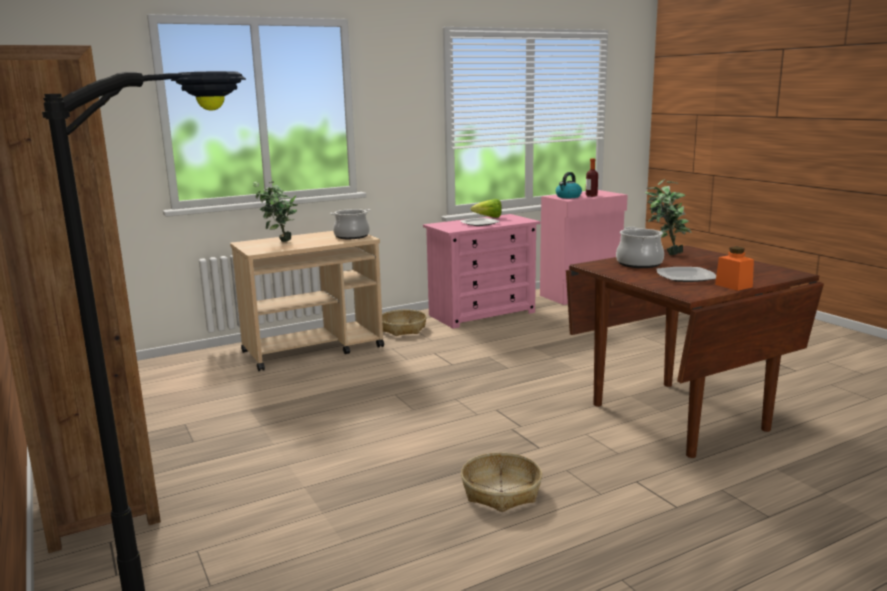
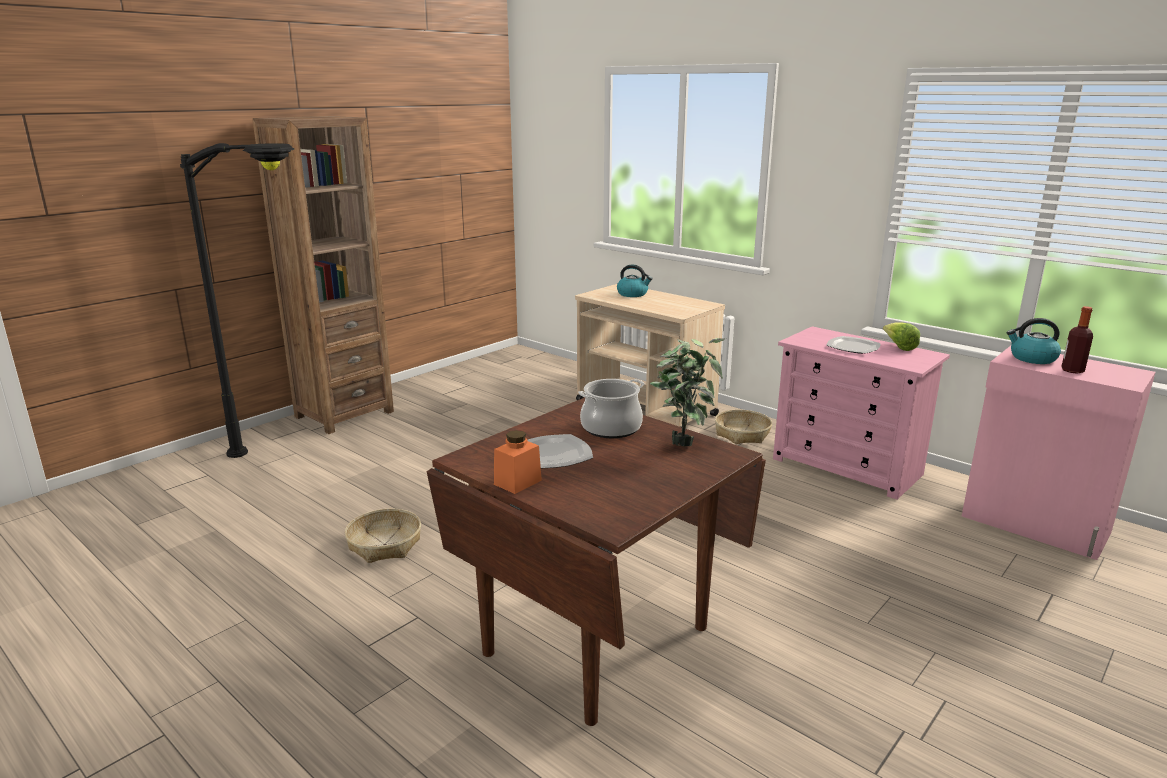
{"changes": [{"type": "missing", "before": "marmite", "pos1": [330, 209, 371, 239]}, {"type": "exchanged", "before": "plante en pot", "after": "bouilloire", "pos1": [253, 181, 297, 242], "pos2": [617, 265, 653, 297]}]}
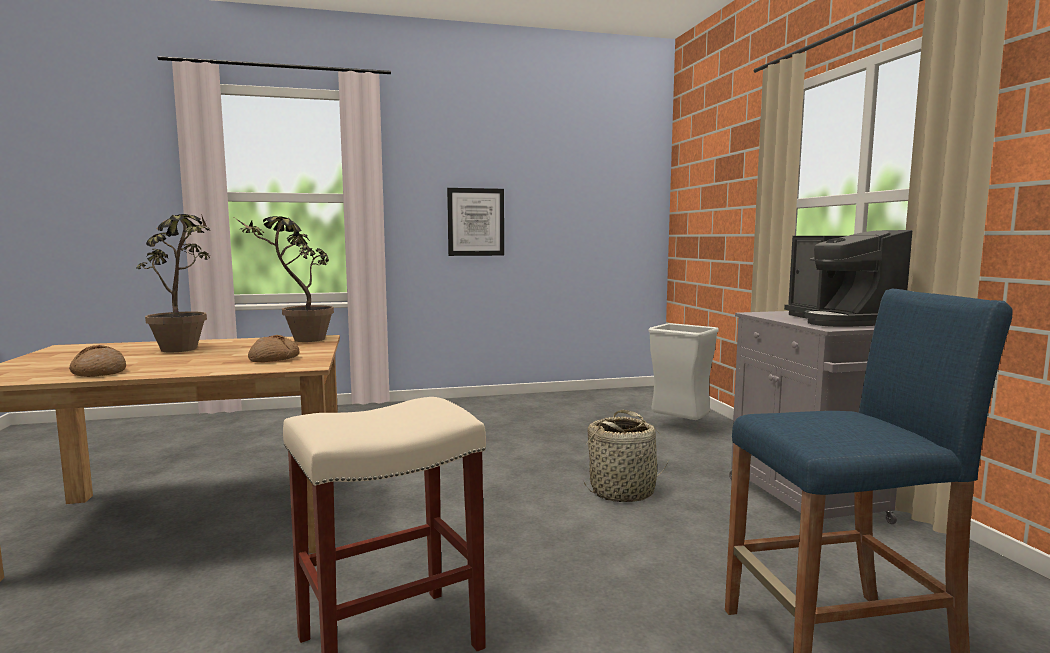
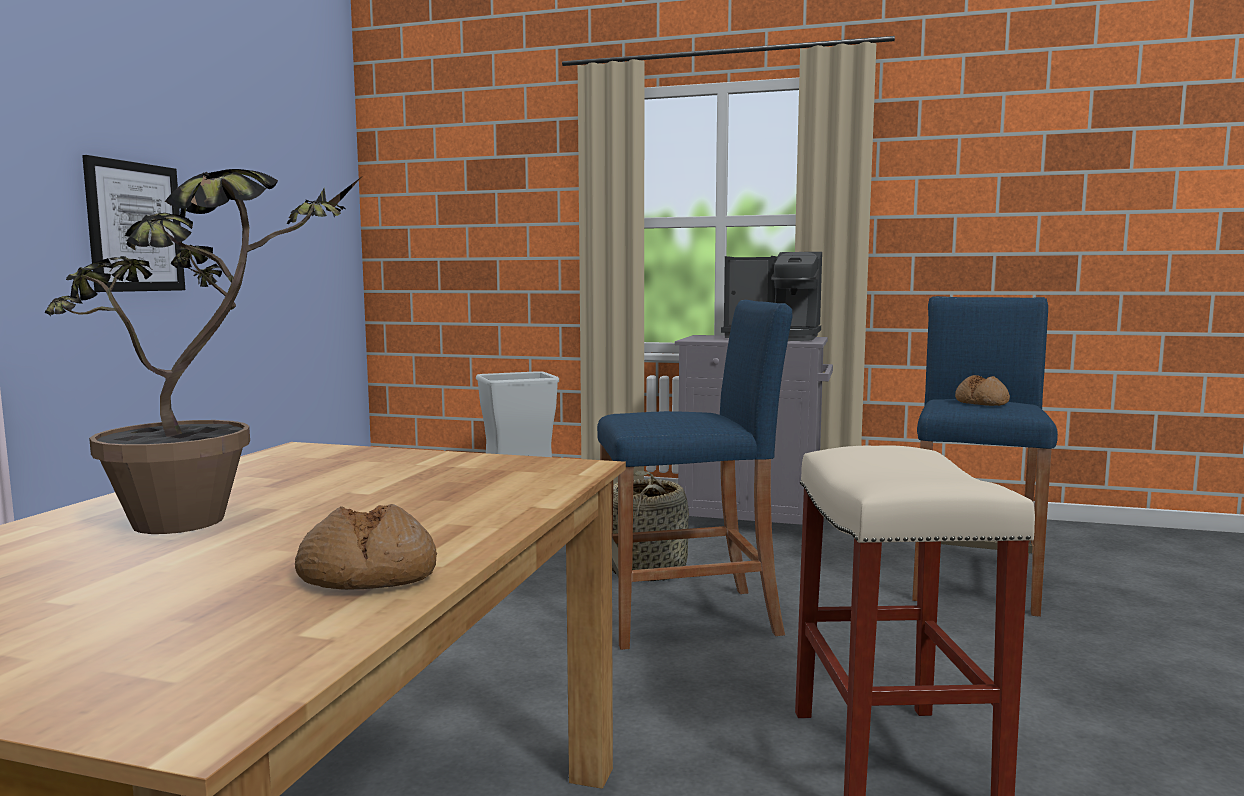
{"changes": [{"type": "missing", "before": "plante en pot", "pos1": [232, 216, 334, 342]}, {"type": "appeared", "after": "tabouret/bleu", "pos2": [597, 300, 793, 650]}, {"type": "relocated", "before": "pain", "pos1": [248, 335, 299, 362], "pos2": [955, 375, 1010, 406]}]}
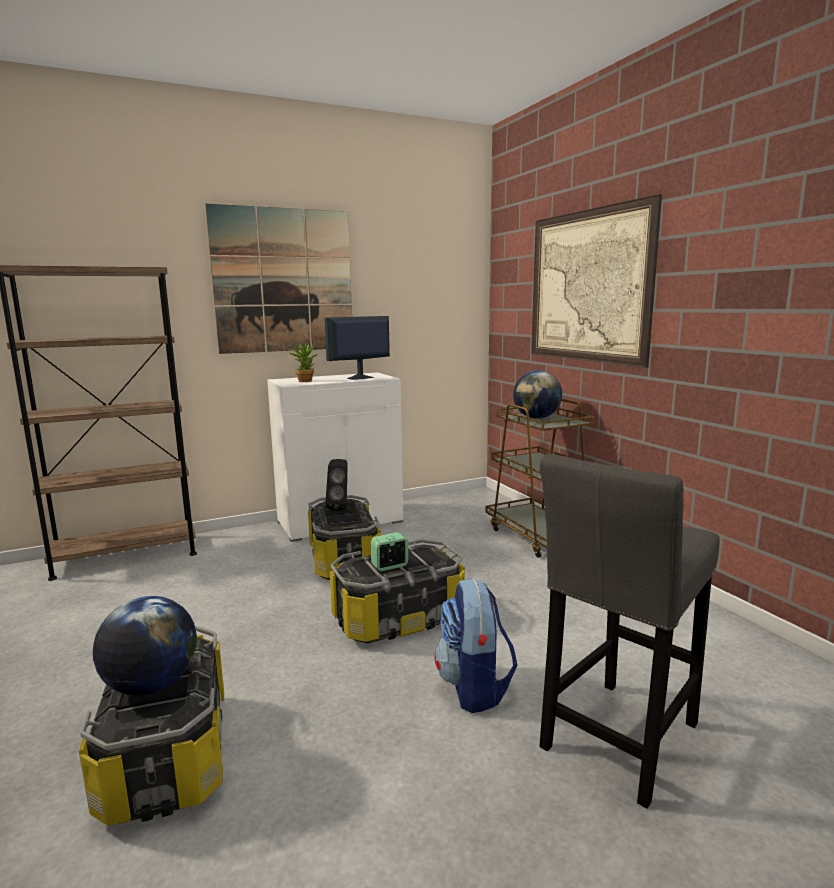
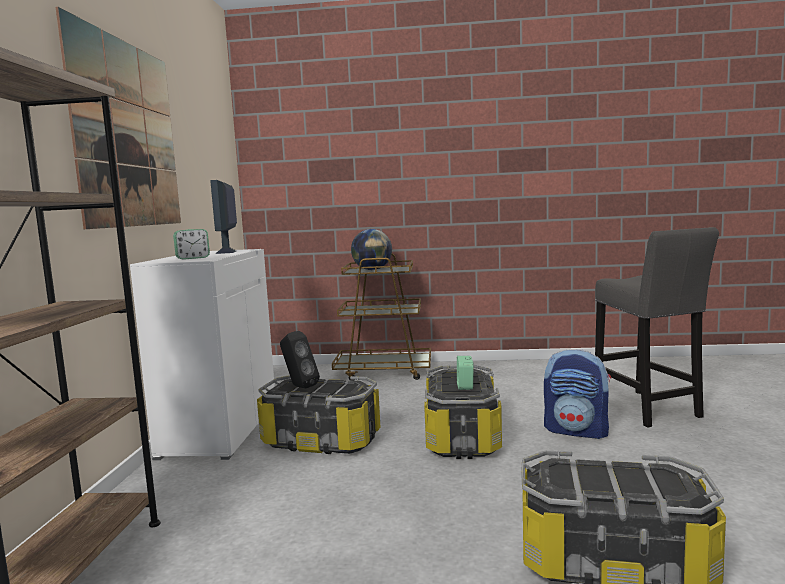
{"changes": [{"type": "missing", "before": "globe", "pos1": [93, 596, 197, 696]}, {"type": "missing", "before": "tableau", "pos1": [531, 194, 662, 368]}, {"type": "exchanged", "before": "plante en pot", "after": "réveil", "pos1": [290, 342, 317, 382], "pos2": [173, 229, 210, 260]}]}
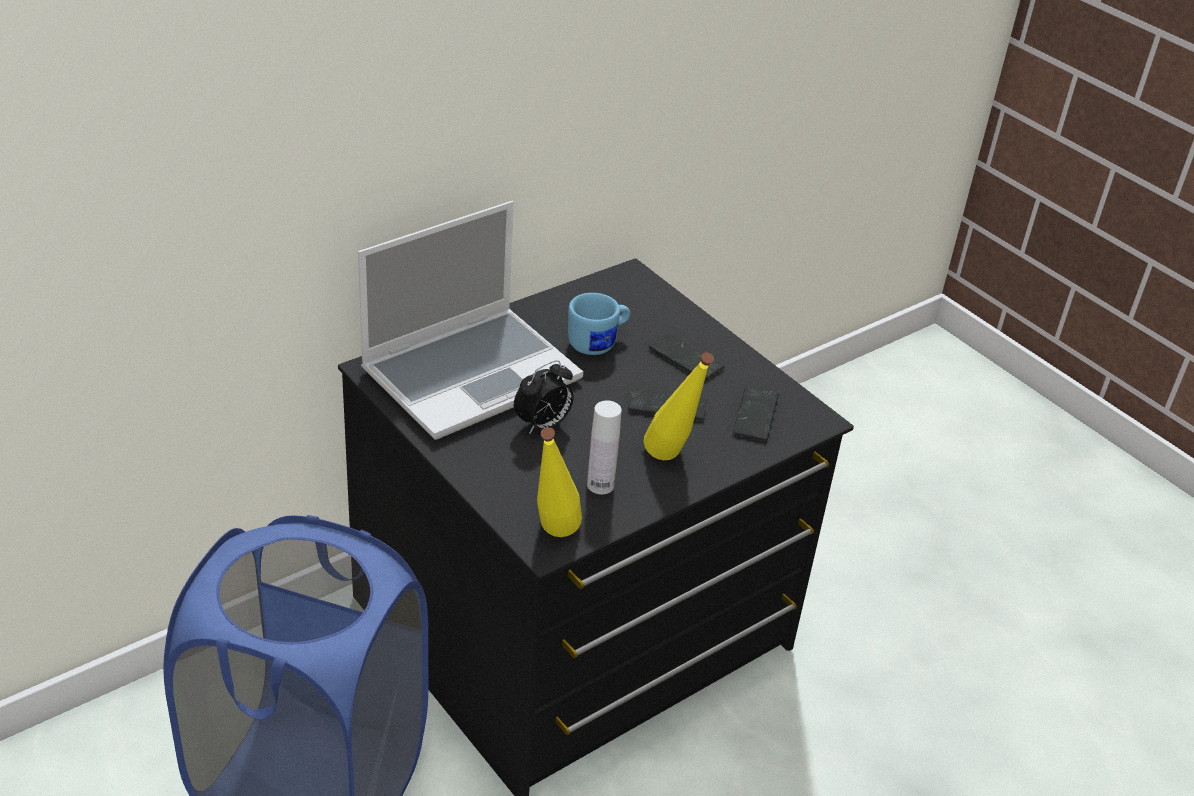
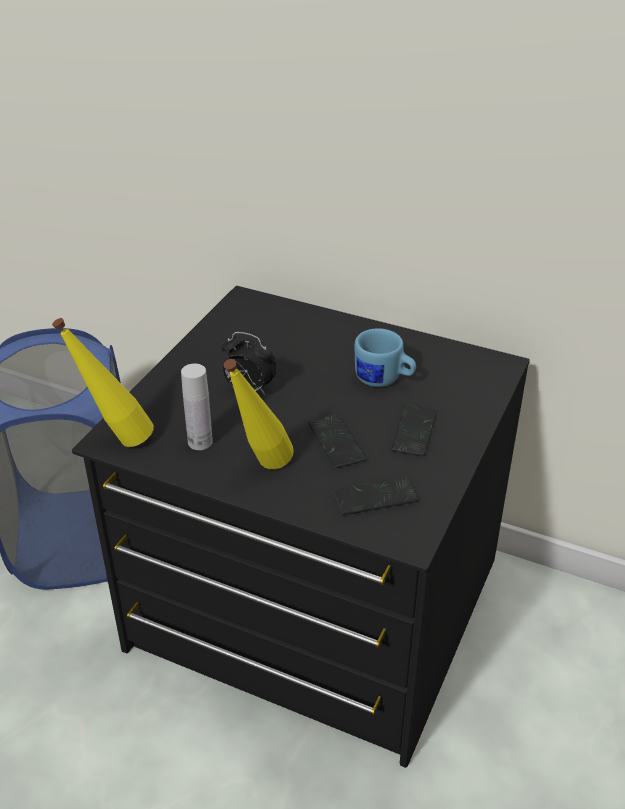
{"changes": [{"type": "missing", "before": "ordinateur portable", "pos1": [358, 201, 583, 440]}]}
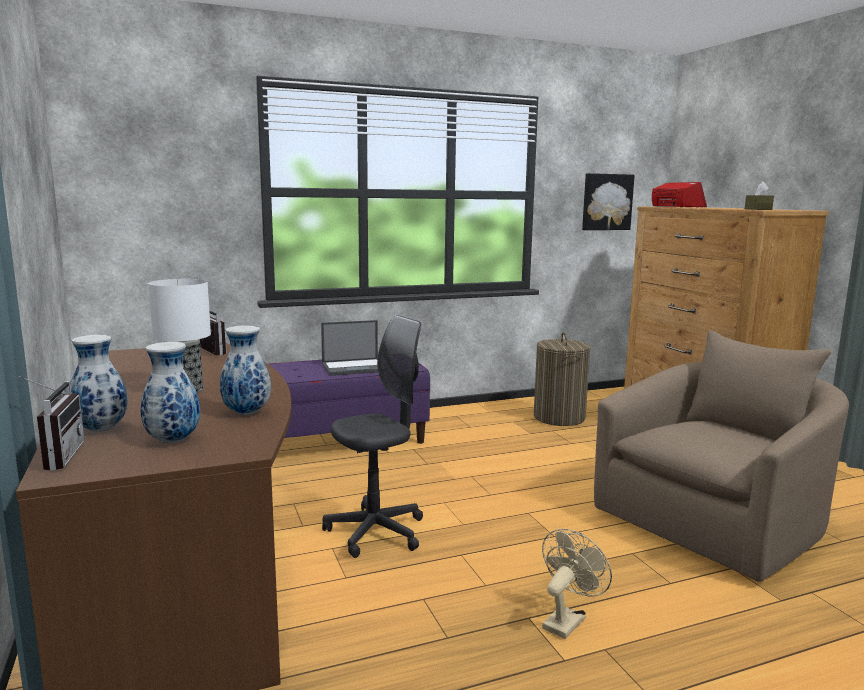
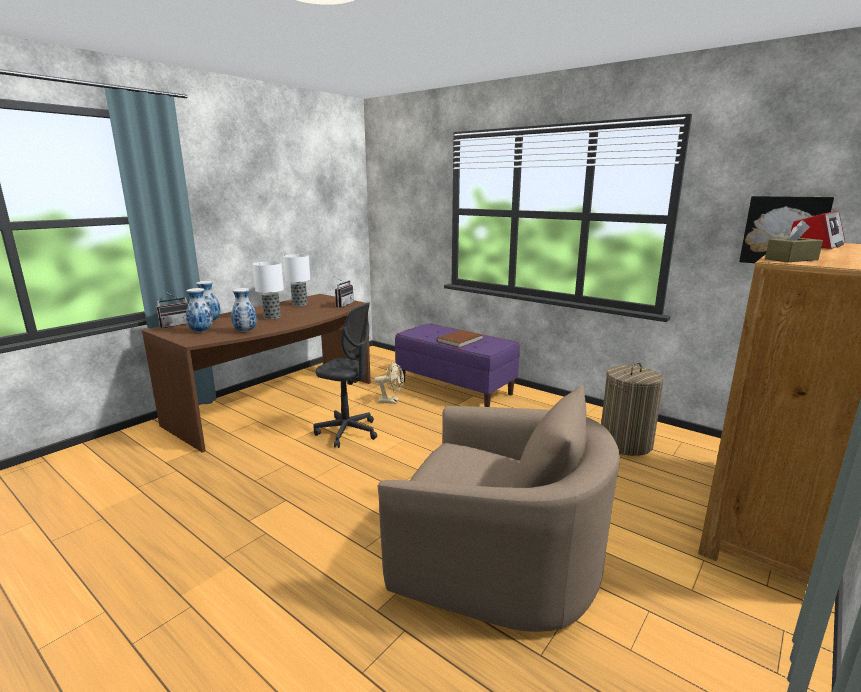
{"changes": [{"type": "appeared", "after": "lampe de table", "pos2": [283, 254, 310, 306]}, {"type": "relocated", "before": "ventilateur/beige", "pos1": [542, 529, 612, 639], "pos2": [374, 361, 404, 404]}, {"type": "exchanged", "before": "ordinateur portable", "after": "livre/marron", "pos1": [321, 320, 378, 376], "pos2": [437, 330, 483, 348]}]}
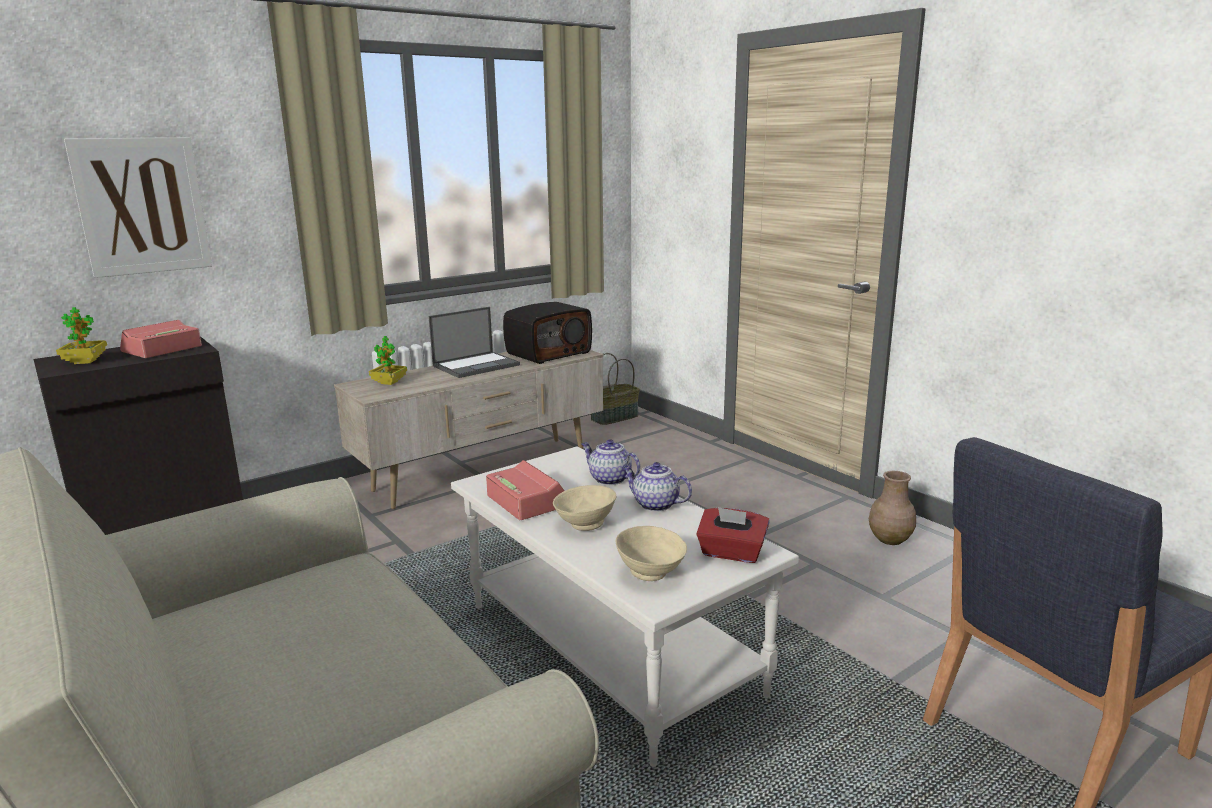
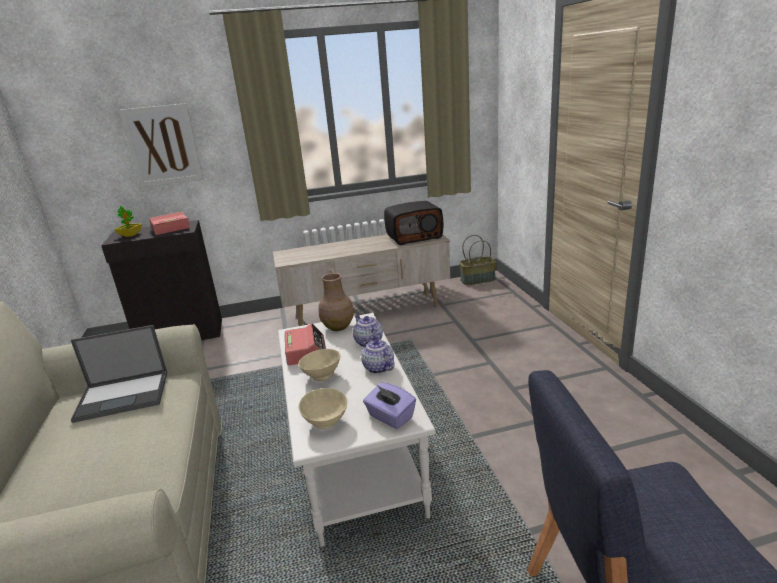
{"changes": [{"type": "missing", "before": "plante en pot", "pos1": [369, 336, 407, 385]}, {"type": "relocated", "before": "ordinateur portable", "pos1": [429, 307, 520, 378], "pos2": [71, 325, 167, 423]}, {"type": "relocated", "before": "vase/marron", "pos1": [869, 471, 916, 545], "pos2": [319, 273, 354, 331]}, {"type": "colour", "before": "boîte à mouchoirs/rouge", "after": "boîte à mouchoirs/violet", "pos1": [696, 507, 770, 563], "pos2": [363, 382, 416, 429]}]}
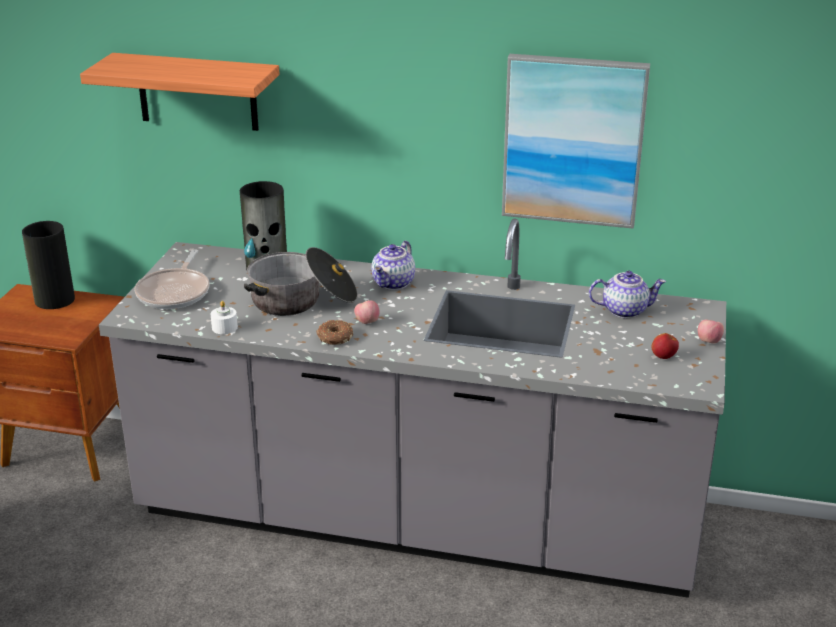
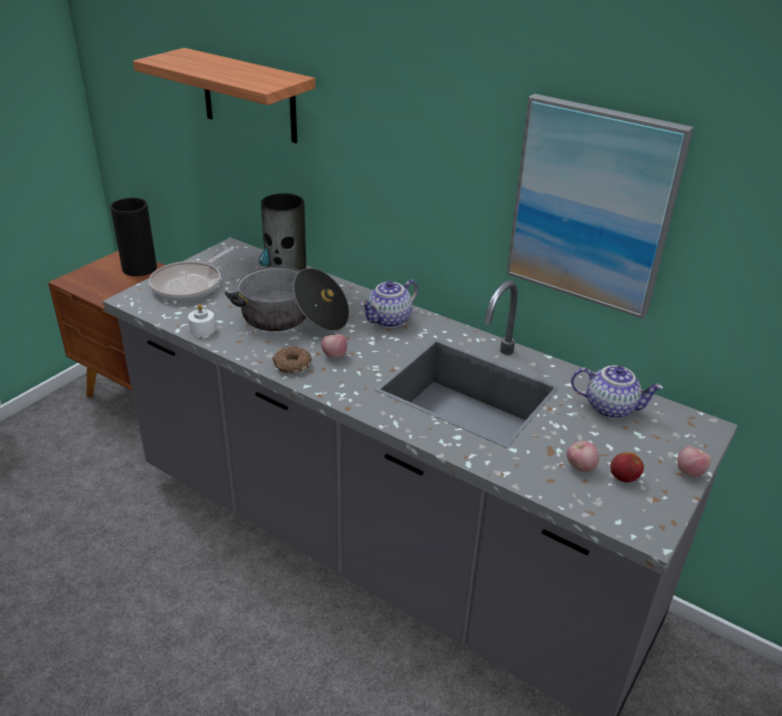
{"changes": [{"type": "appeared", "after": "pomme", "pos2": [567, 441, 599, 472]}]}
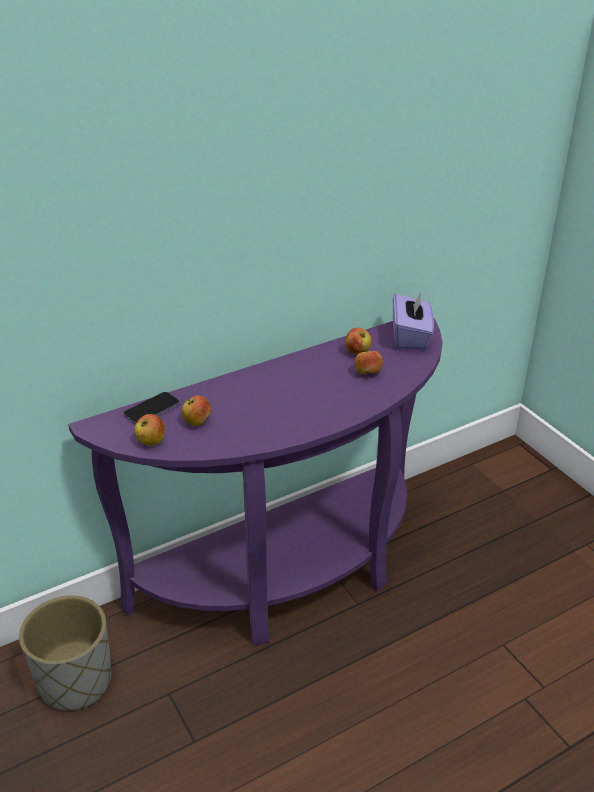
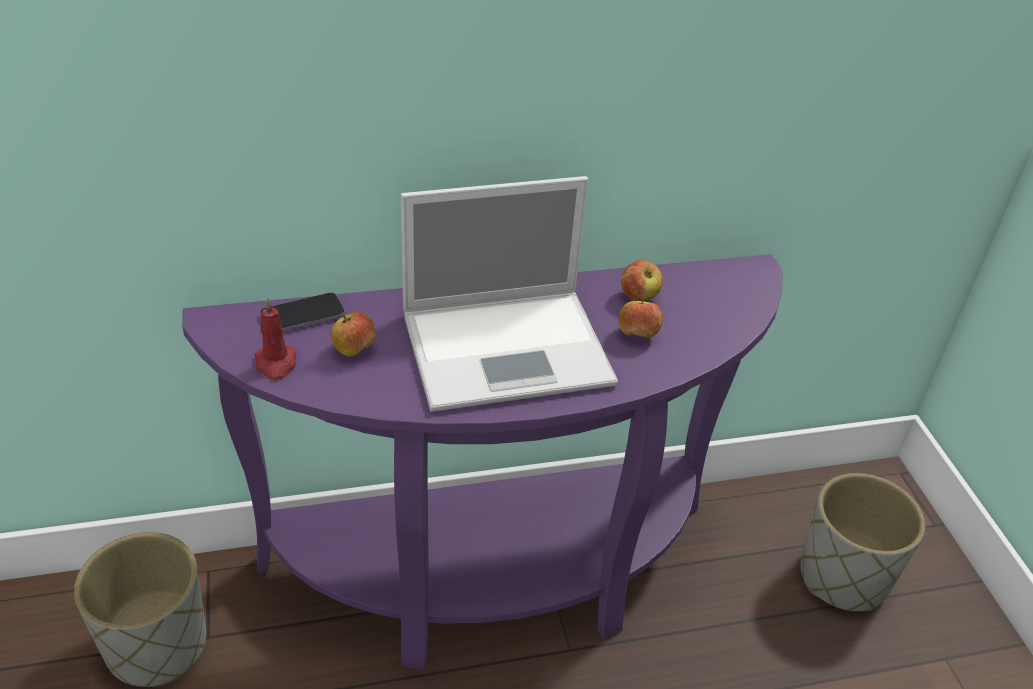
{"changes": [{"type": "missing", "before": "boîte à mouchoirs/violet", "pos1": [393, 292, 434, 350]}, {"type": "appeared", "after": "ordinateur portable", "pos2": [401, 176, 618, 412]}, {"type": "appeared", "after": "cache-pot/gris", "pos2": [800, 473, 925, 611]}, {"type": "exchanged", "before": "pomme", "after": "bougie/rouge", "pos1": [134, 414, 165, 446], "pos2": [254, 298, 297, 381]}]}
